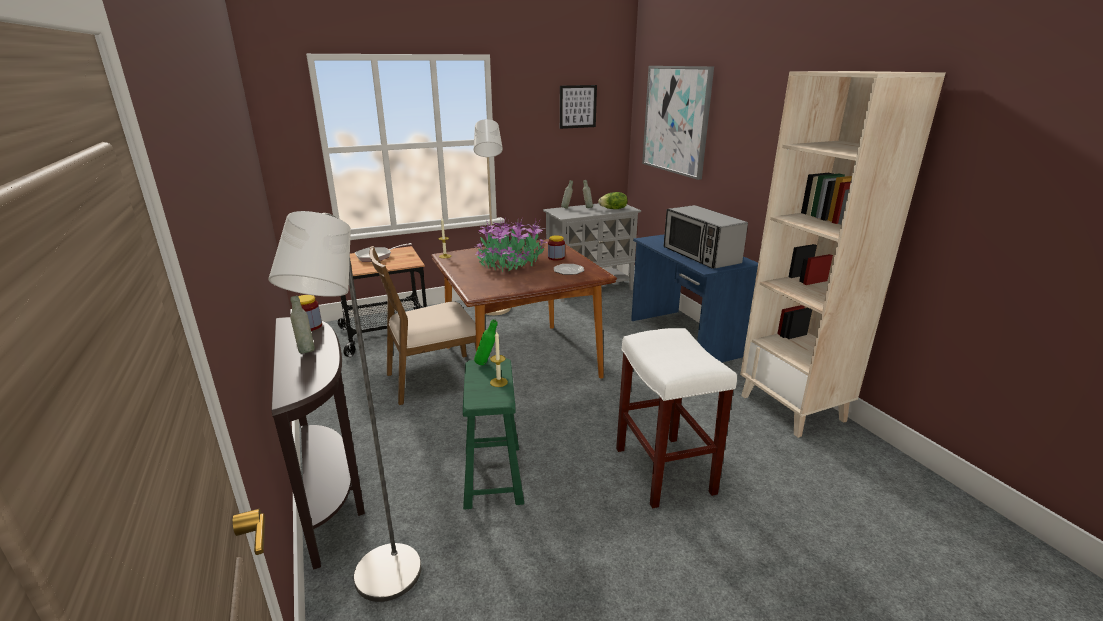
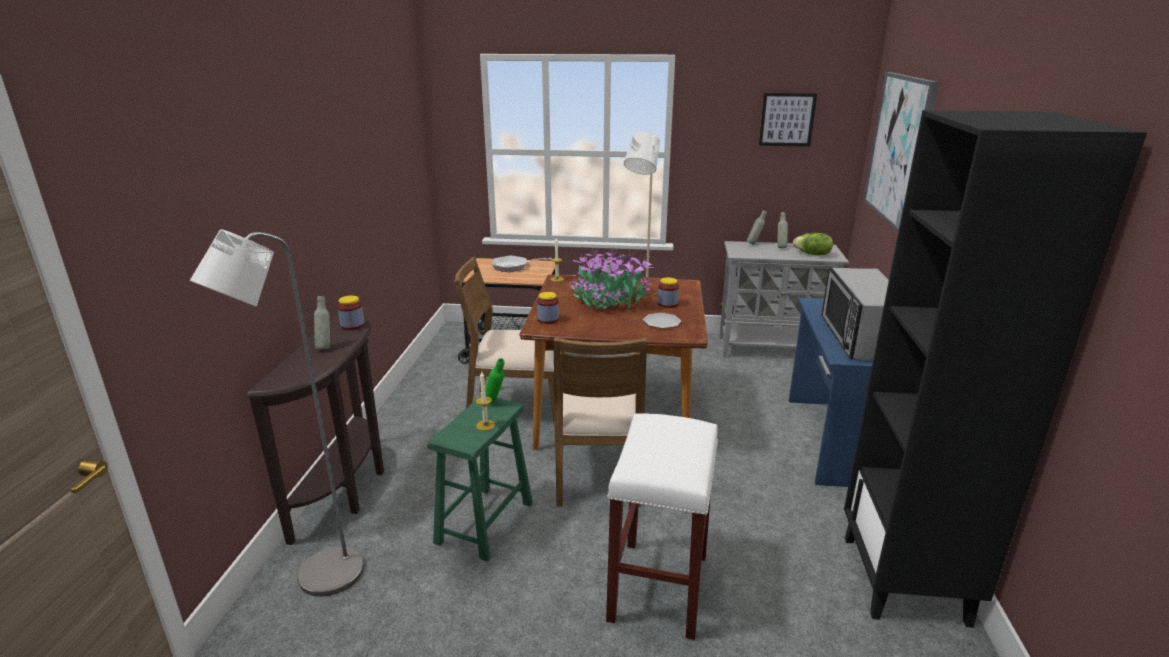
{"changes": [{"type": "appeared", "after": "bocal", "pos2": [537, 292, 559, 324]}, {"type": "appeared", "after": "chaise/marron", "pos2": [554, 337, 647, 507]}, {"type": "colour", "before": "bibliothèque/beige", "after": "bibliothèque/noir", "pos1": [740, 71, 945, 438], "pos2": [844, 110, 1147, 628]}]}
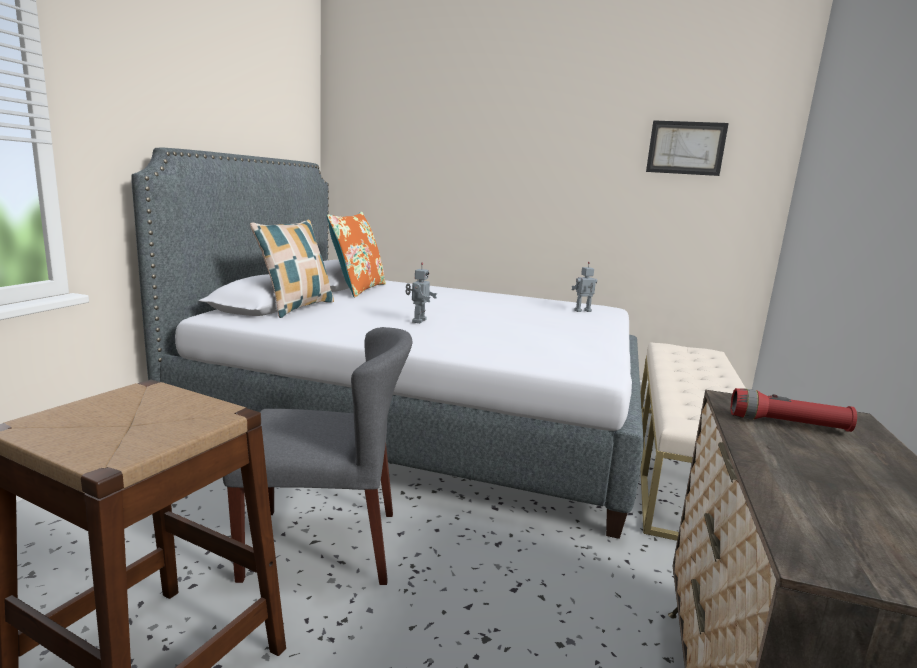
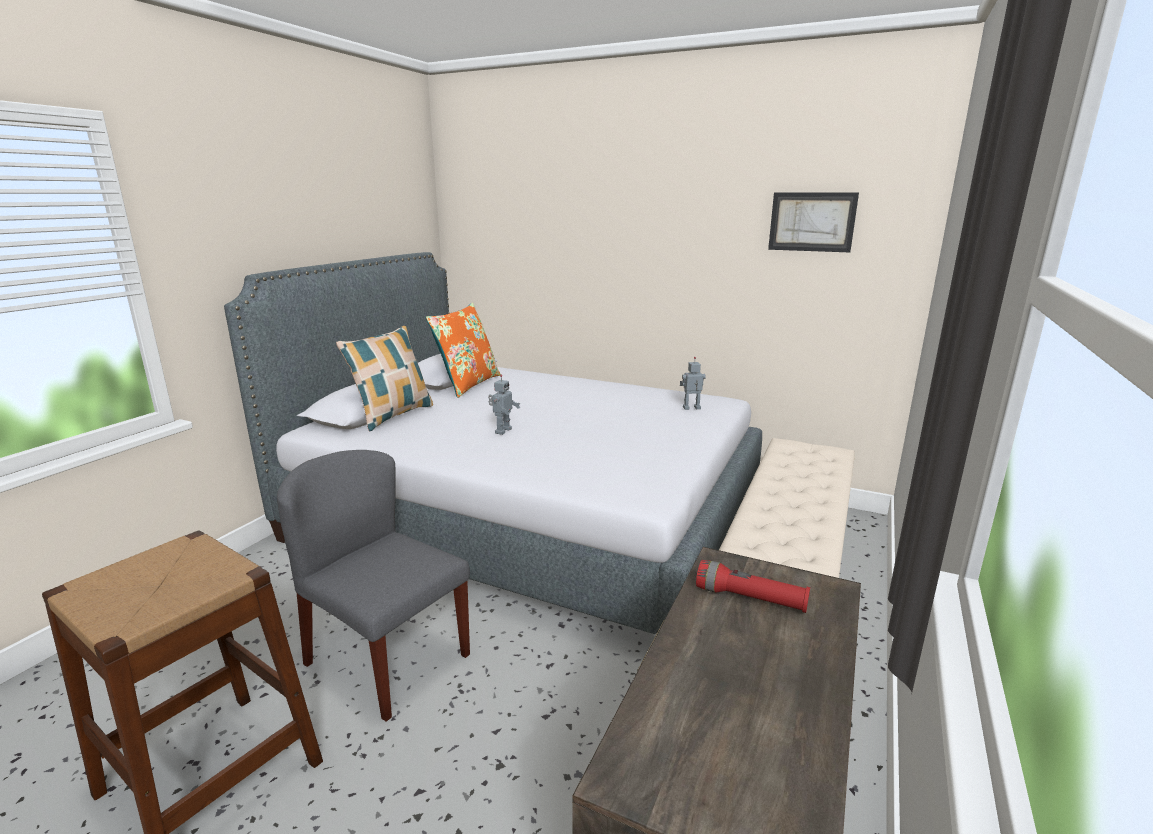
{"changes": [{"type": "spun", "before": "chaise/gris", "pos1": [223, 327, 412, 585], "pos2": [277, 450, 470, 722], "turn": -150}]}
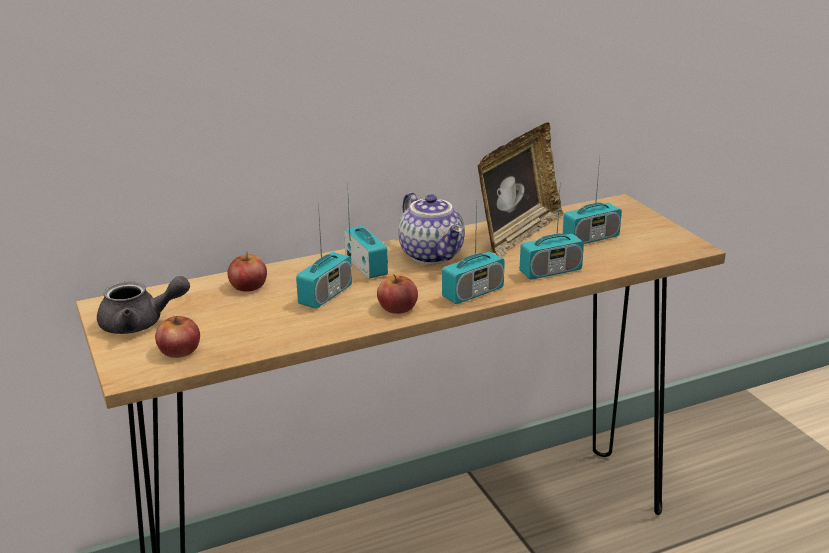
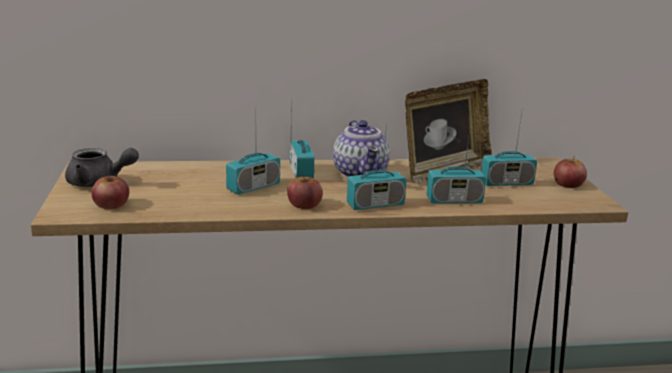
{"changes": [{"type": "relocated", "before": "pomme", "pos1": [227, 251, 267, 292], "pos2": [554, 157, 587, 188]}]}
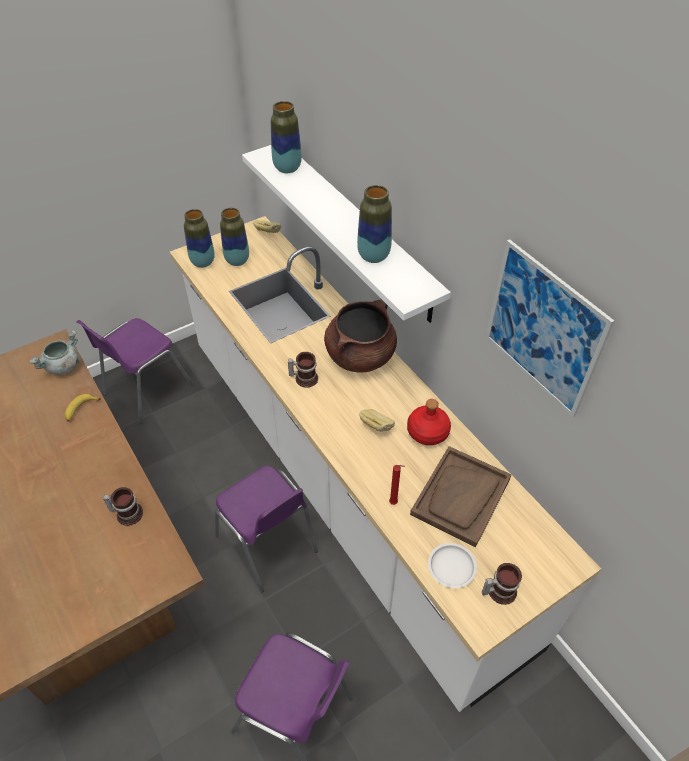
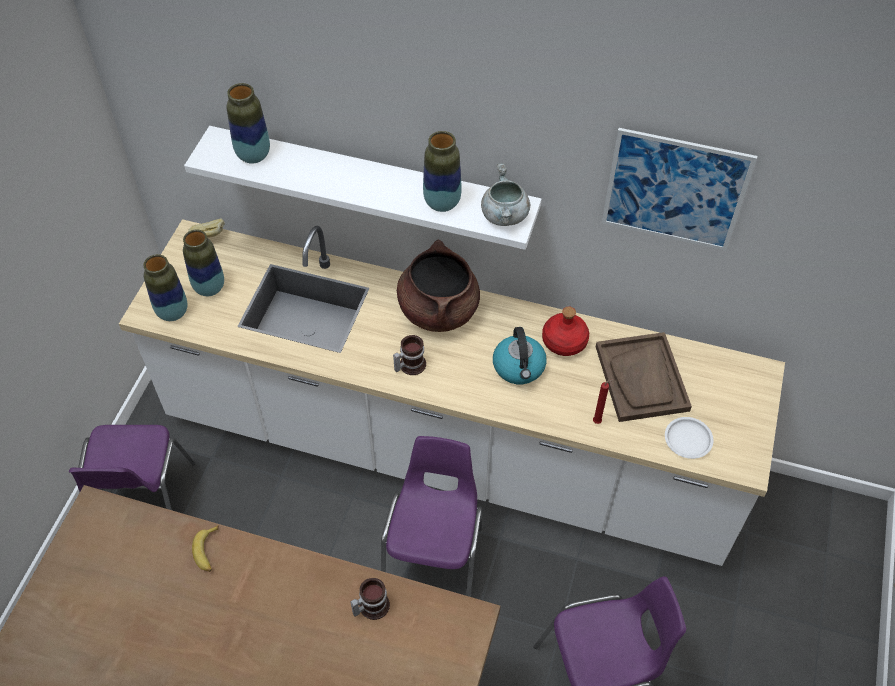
{"changes": [{"type": "missing", "before": "mug", "pos1": [482, 563, 522, 605]}, {"type": "relocated", "before": "marmite/gris", "pos1": [29, 330, 80, 375], "pos2": [481, 164, 531, 226]}, {"type": "exchanged", "before": "pain", "after": "bouilloire", "pos1": [359, 409, 395, 432], "pos2": [493, 327, 547, 384]}, {"type": "spun", "before": "chaise/violet", "pos1": [215, 466, 318, 592], "pos2": [381, 436, 482, 597], "turn": -90}]}
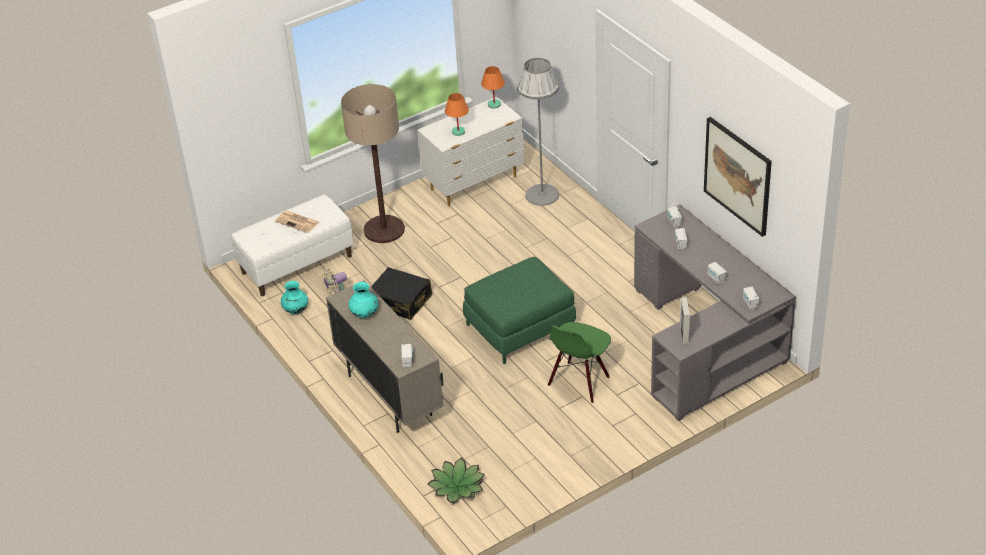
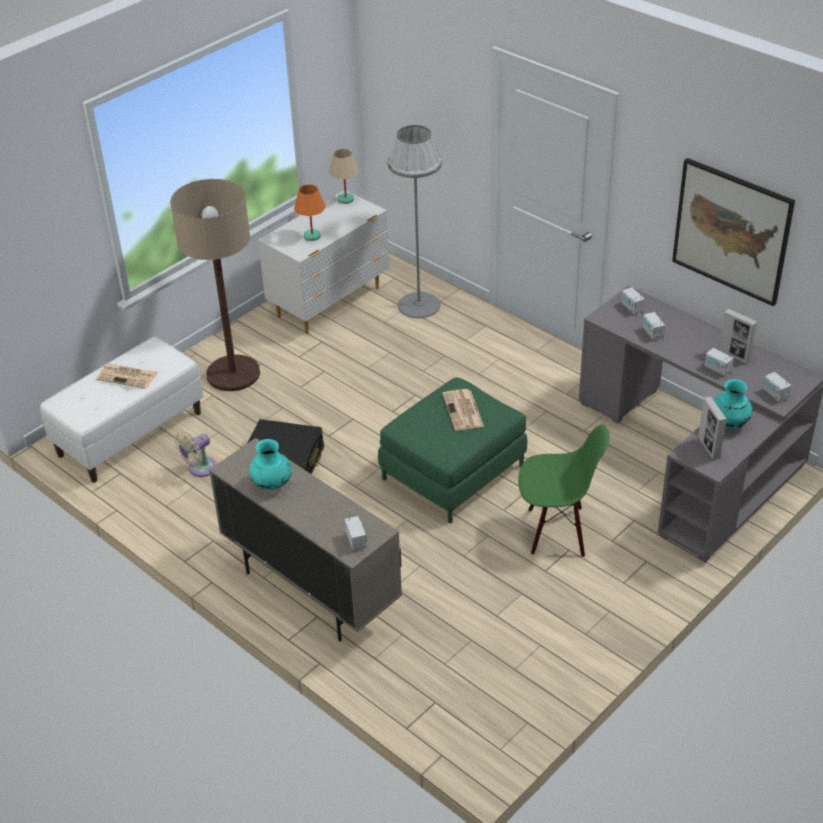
{"changes": [{"type": "missing", "before": "plante en pot", "pos1": [427, 457, 485, 503]}, {"type": "appeared", "after": "journal", "pos2": [442, 389, 484, 431]}, {"type": "appeared", "after": "cadre photo", "pos2": [719, 309, 758, 364]}, {"type": "relocated", "before": "vase/turquoise", "pos1": [281, 281, 308, 314], "pos2": [714, 379, 752, 429]}, {"type": "colour", "before": "lampe de table/orange", "after": "lampe de table/beige", "pos1": [481, 66, 505, 109], "pos2": [329, 149, 359, 204]}, {"type": "spun", "before": "chaise/vert", "pos1": [548, 322, 611, 403], "pos2": [518, 424, 610, 557], "turn": -105}]}
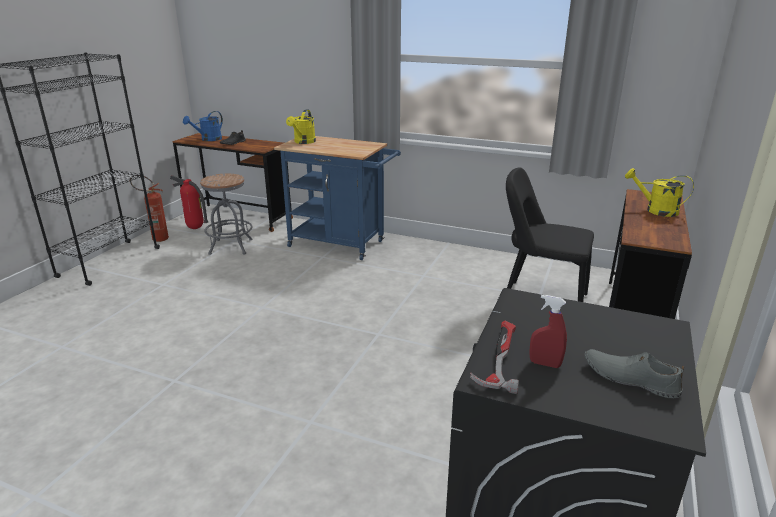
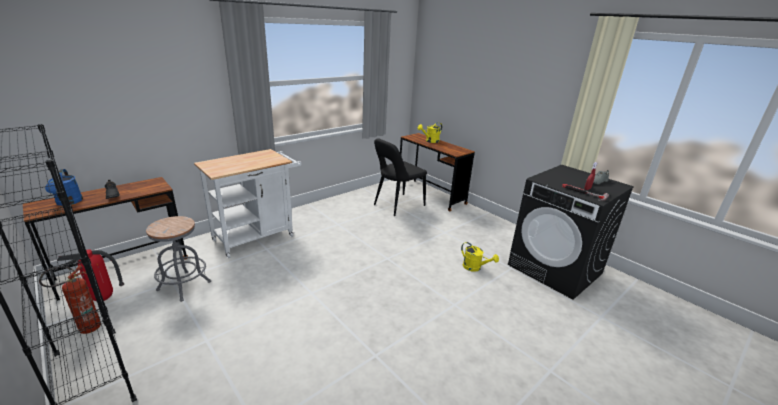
{"changes": [{"type": "relocated", "before": "arrosoir/jaune", "pos1": [286, 109, 316, 144], "pos2": [461, 242, 499, 272]}, {"type": "colour", "before": "chariot/bleu", "after": "chariot/blanc", "pos1": [274, 136, 401, 260], "pos2": [194, 149, 301, 258]}]}
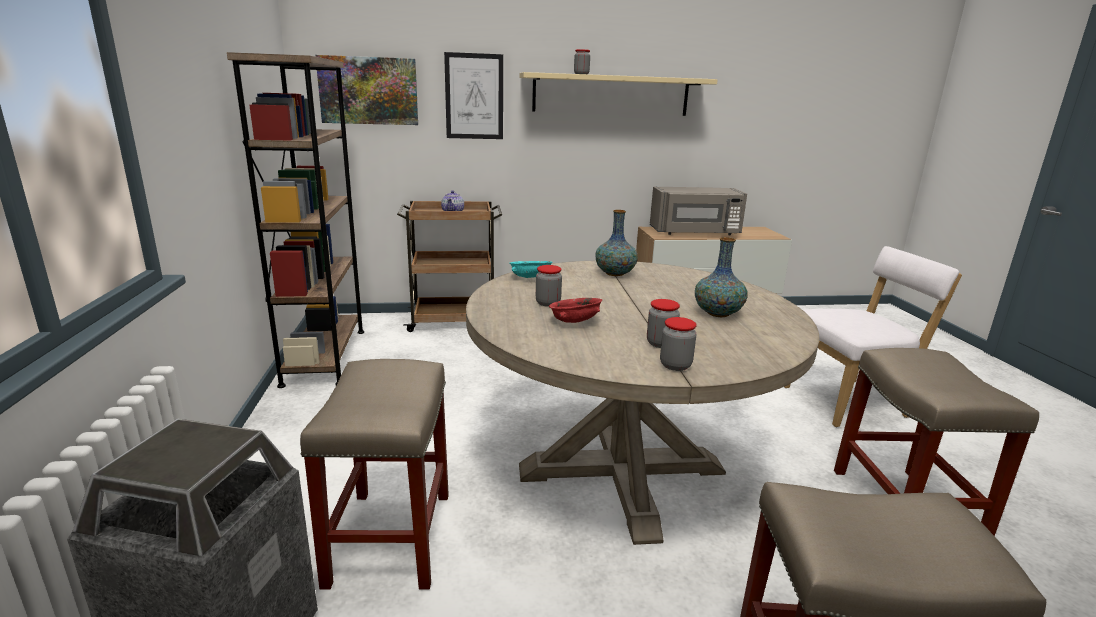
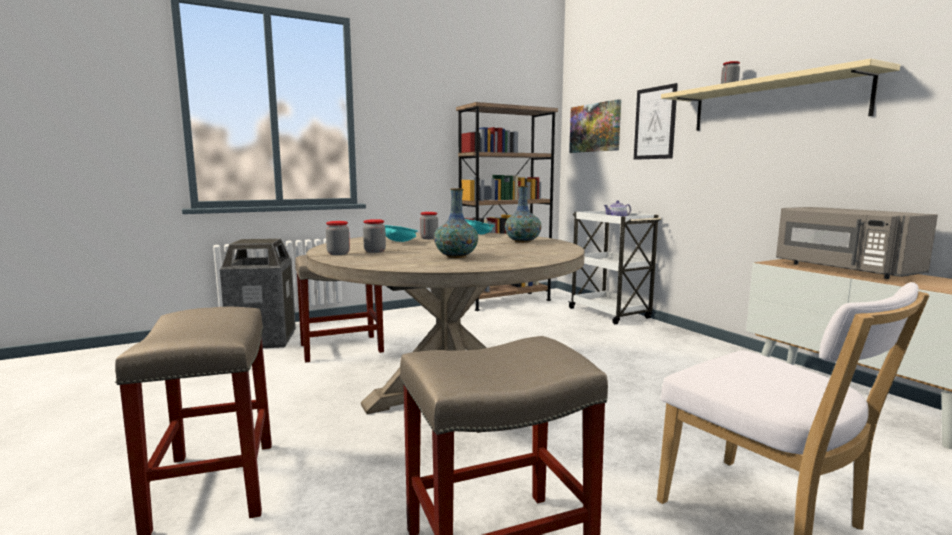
{"changes": [{"type": "colour", "before": "chariot/marron", "after": "chariot/blanc", "pos1": [397, 201, 502, 332], "pos2": [568, 211, 661, 324]}, {"type": "colour", "before": "bol/rouge", "after": "bol/turquoise", "pos1": [549, 298, 602, 323], "pos2": [384, 225, 418, 242]}]}
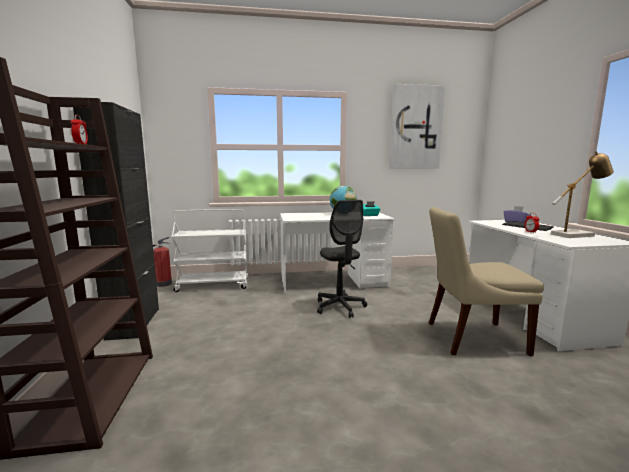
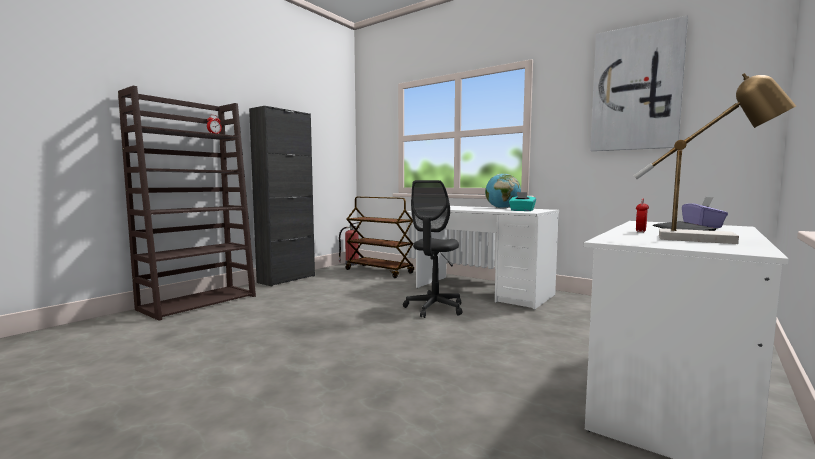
{"changes": [{"type": "missing", "before": "chaise/beige", "pos1": [429, 207, 544, 356]}, {"type": "colour", "before": "chariot/blanc", "after": "chariot/marron", "pos1": [172, 209, 248, 292], "pos2": [346, 197, 414, 278]}]}
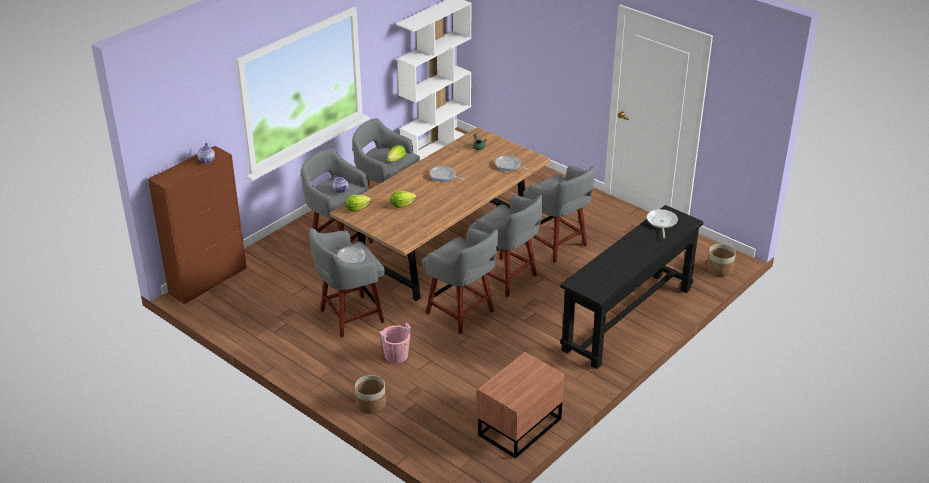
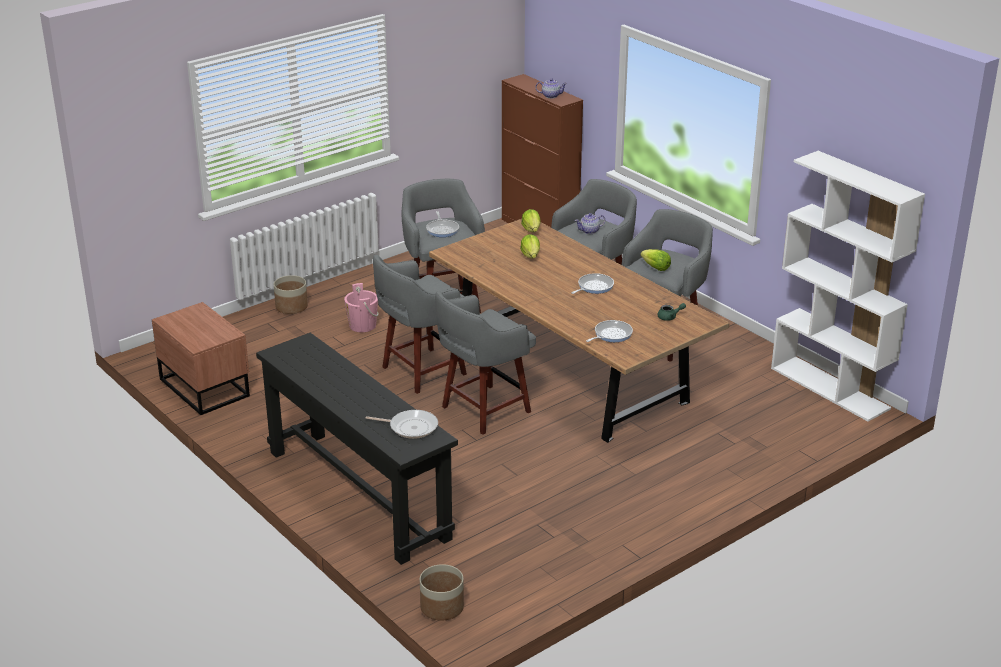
{"changes": [{"type": "missing", "before": "tabouret/gris", "pos1": [523, 166, 595, 263]}]}
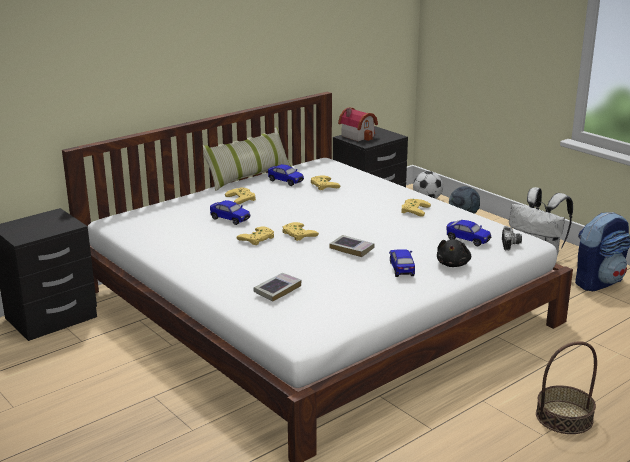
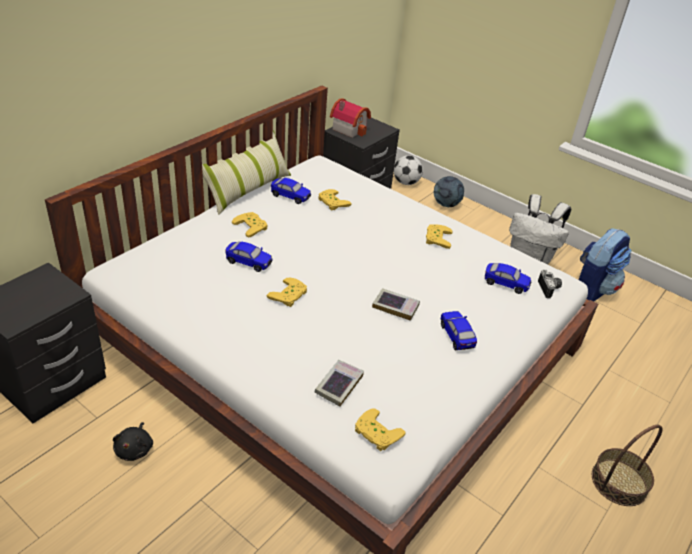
{"changes": [{"type": "relocated", "before": "manette/jaune", "pos1": [283, 222, 319, 241], "pos2": [355, 408, 406, 451]}, {"type": "relocated", "before": "peluche/noir", "pos1": [437, 239, 471, 267], "pos2": [113, 422, 153, 461]}]}
